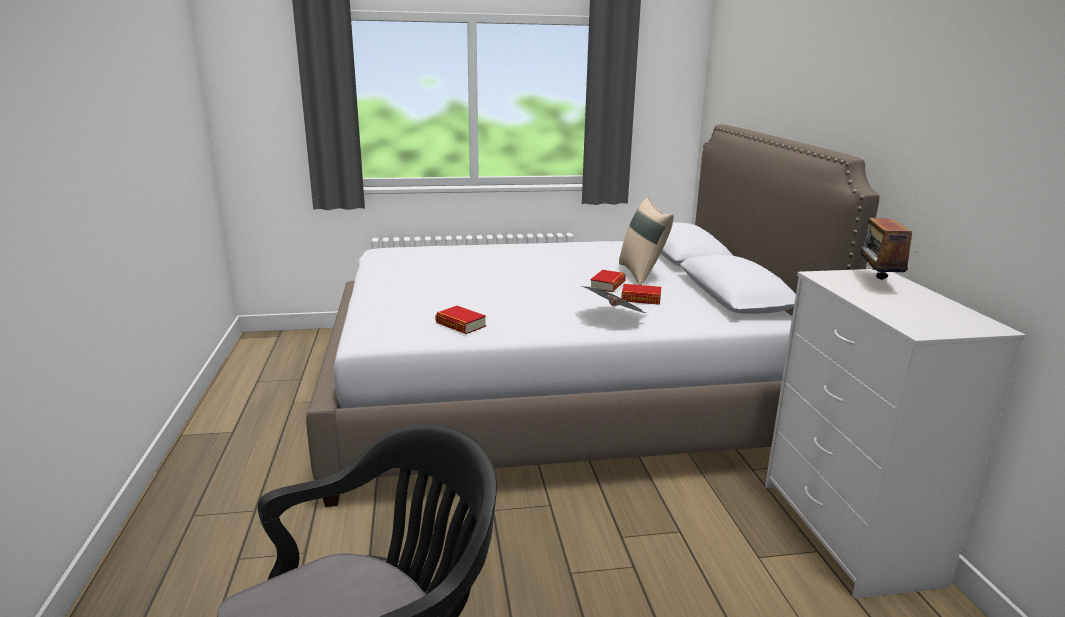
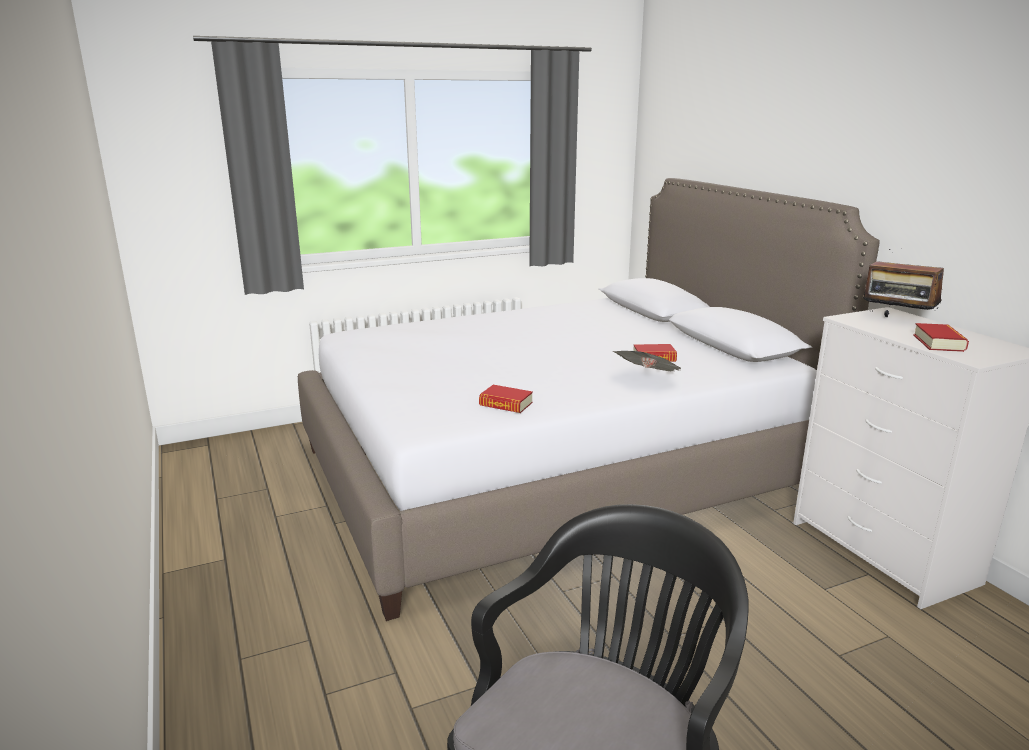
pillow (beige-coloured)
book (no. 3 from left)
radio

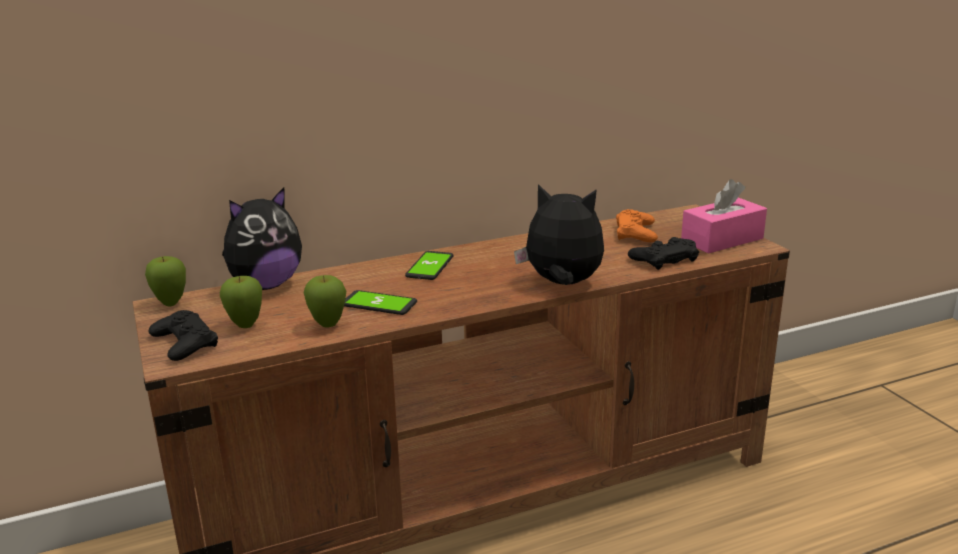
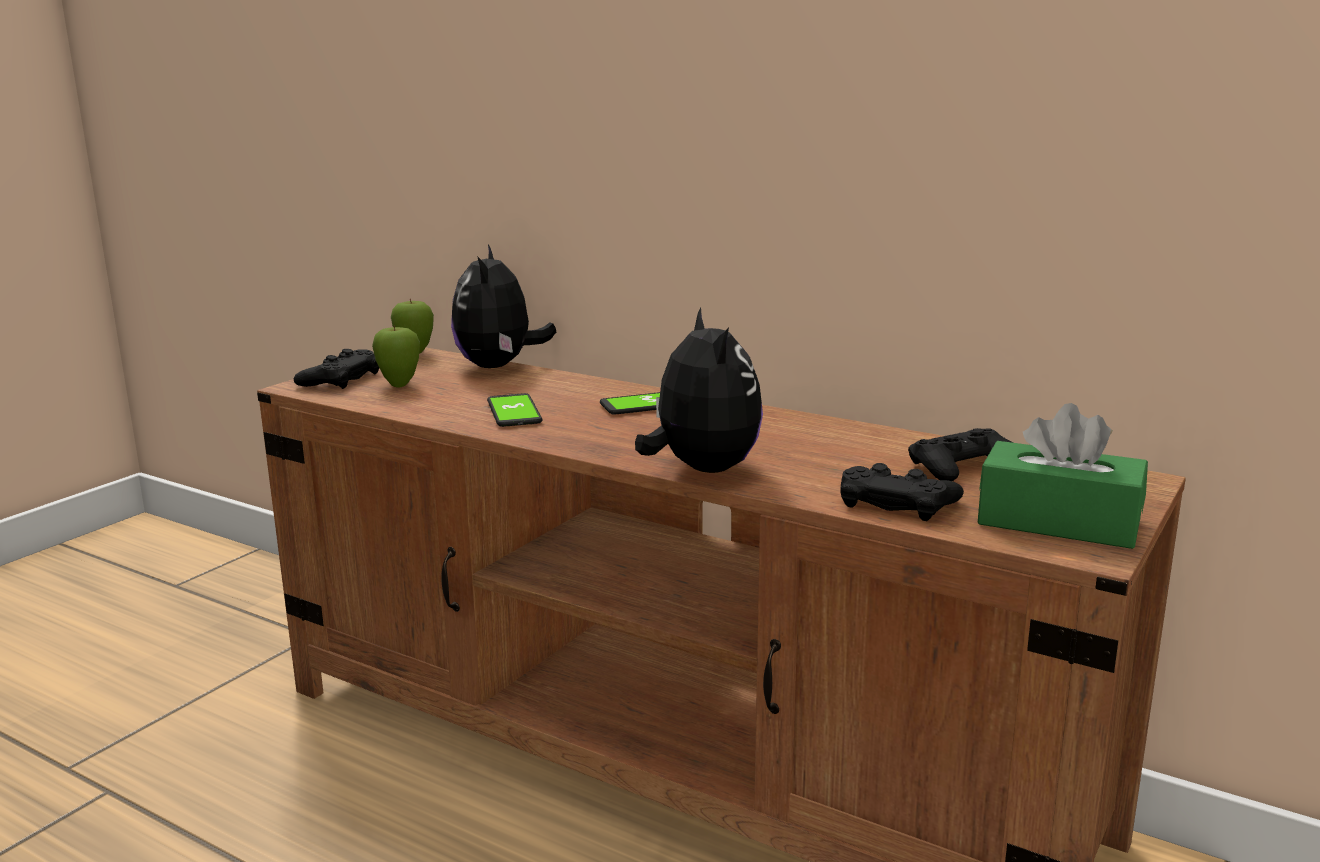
apple (no. 3 from left in the first image)
game controller (blackish) (no. 3 from left)
tissue box (green-coloured)
plush toy (no. 1 from left)

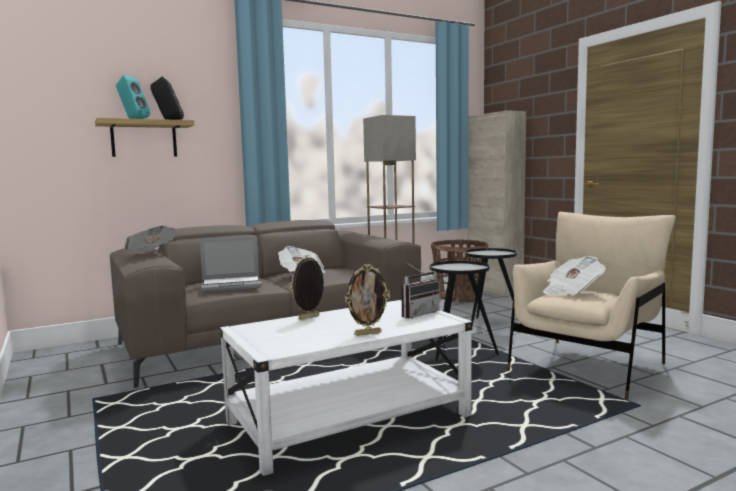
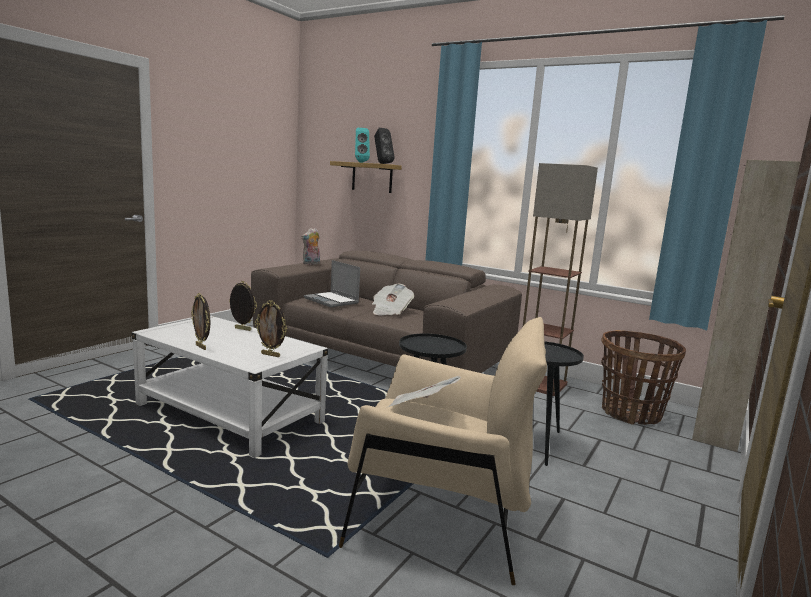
plush toy
photo frame (no. 3 from left)

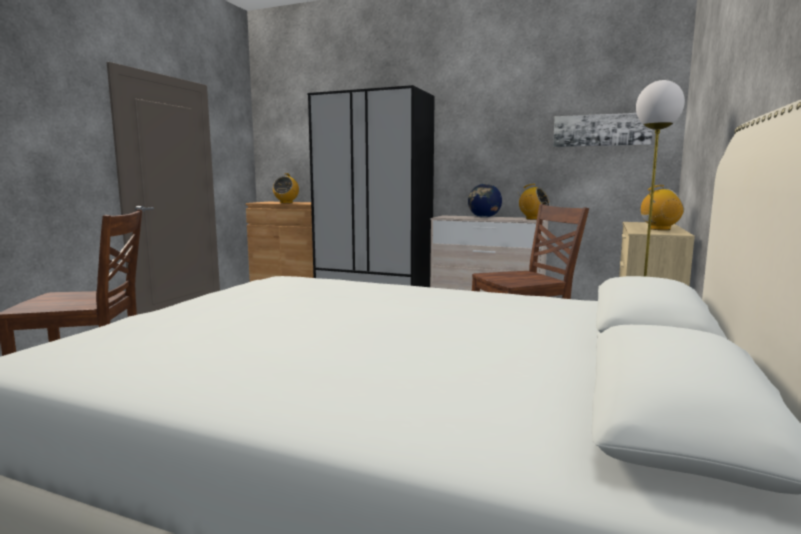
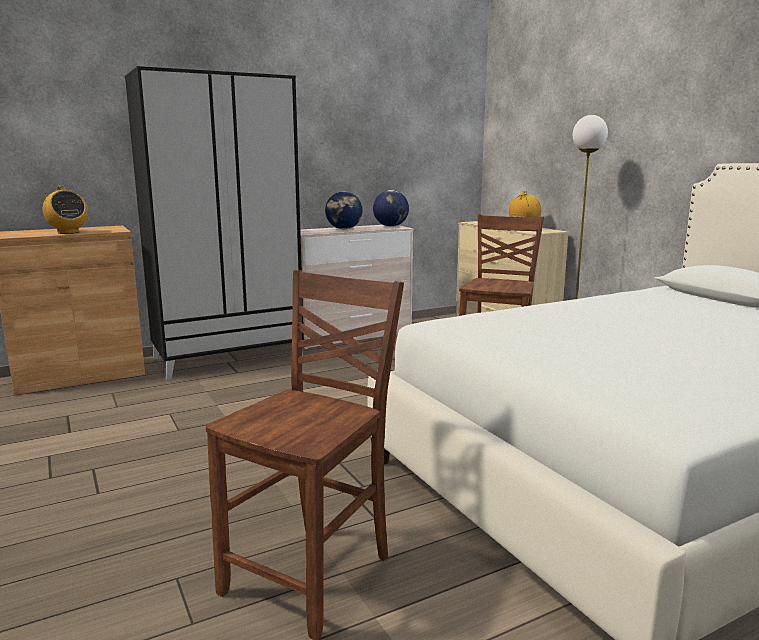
picture
desk globe (no. 2 from left)

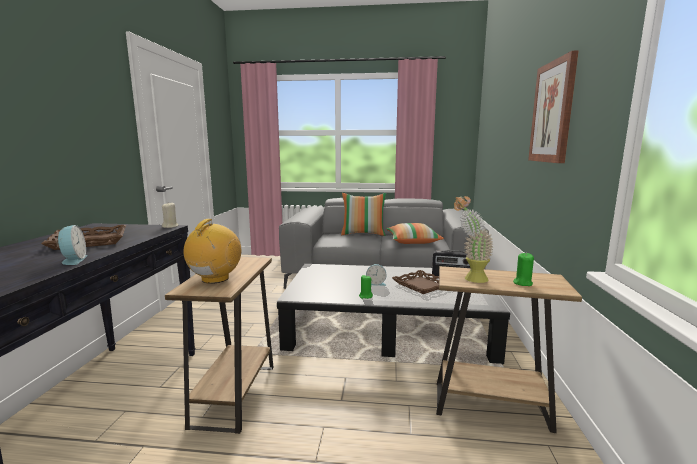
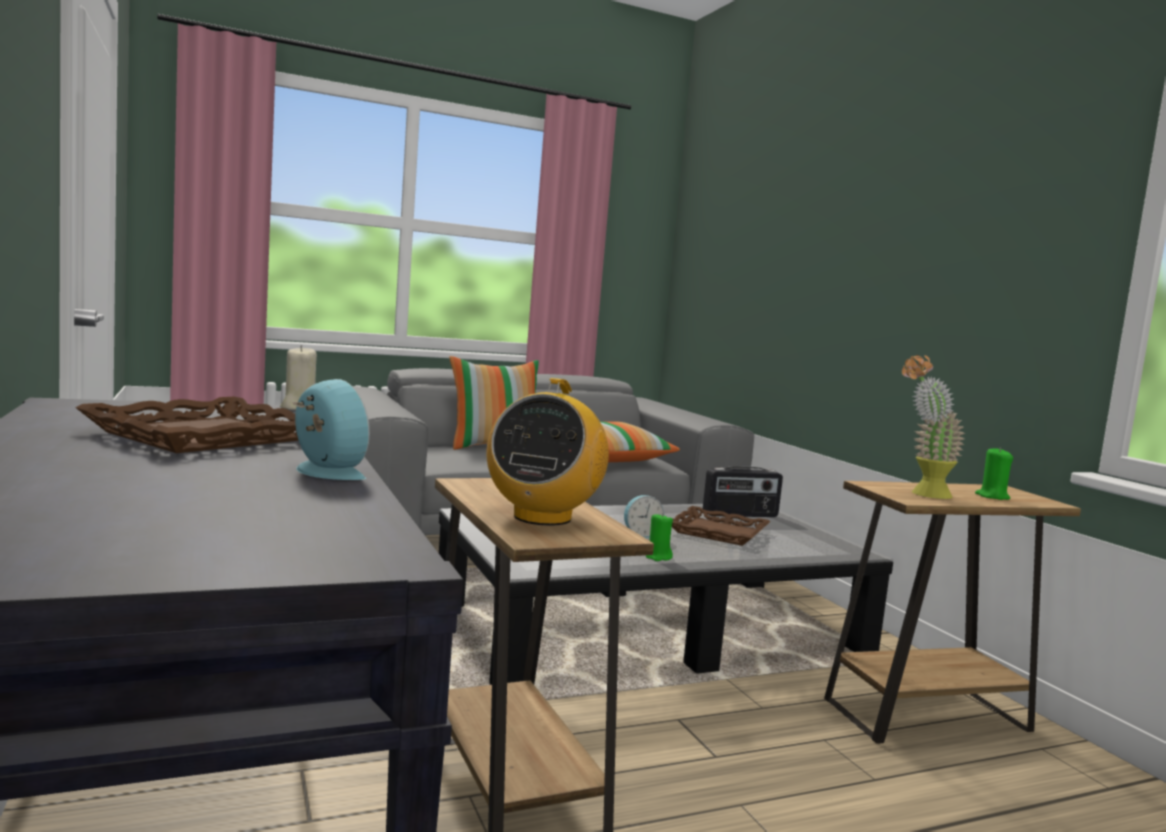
picture
radio (no. 1 from left)

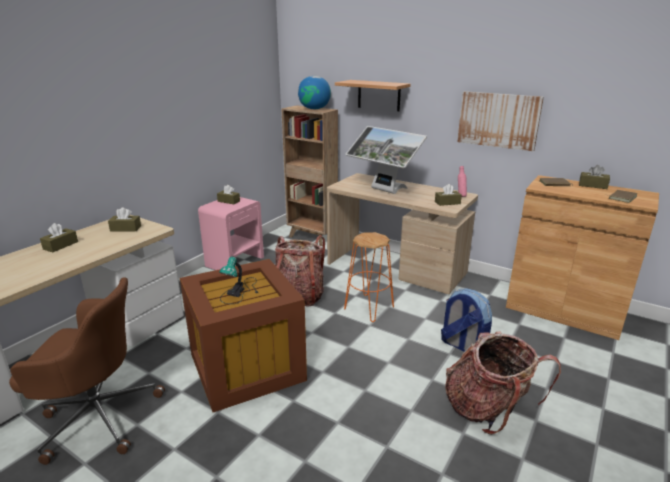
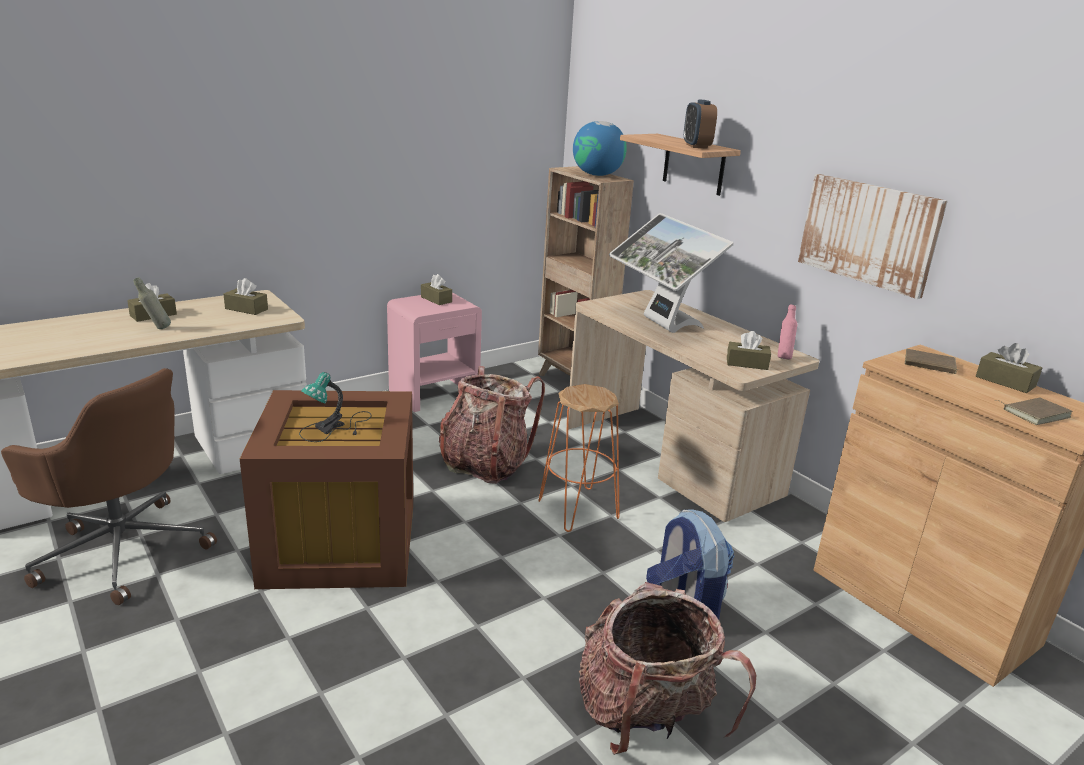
drink bottle (greyish)
table clock

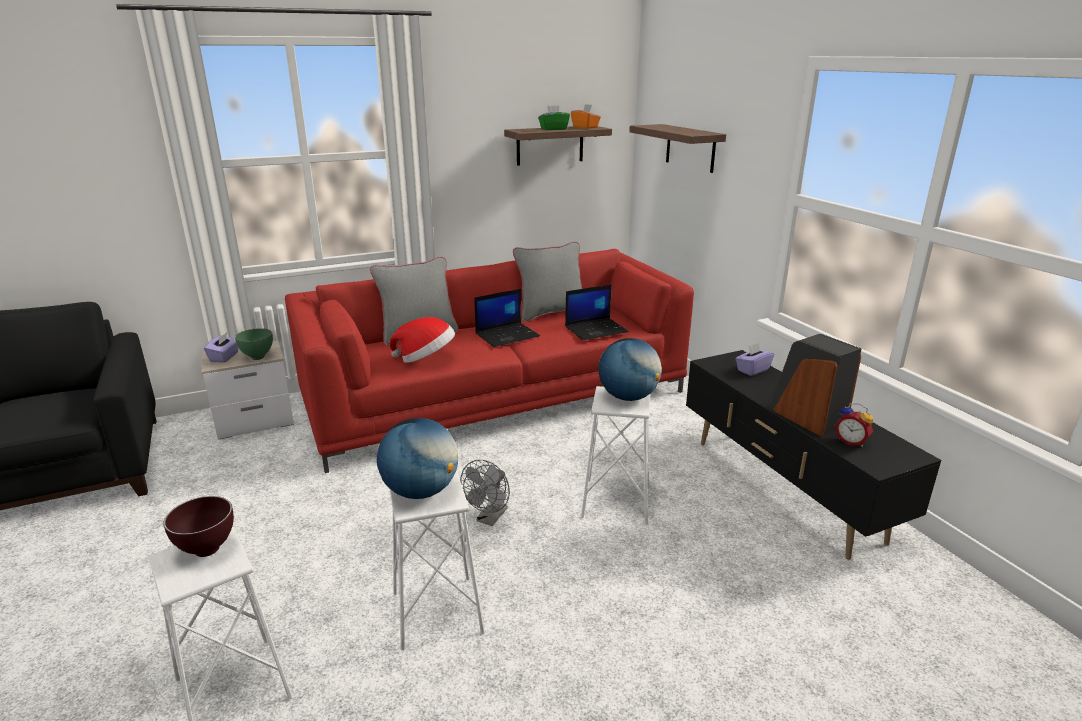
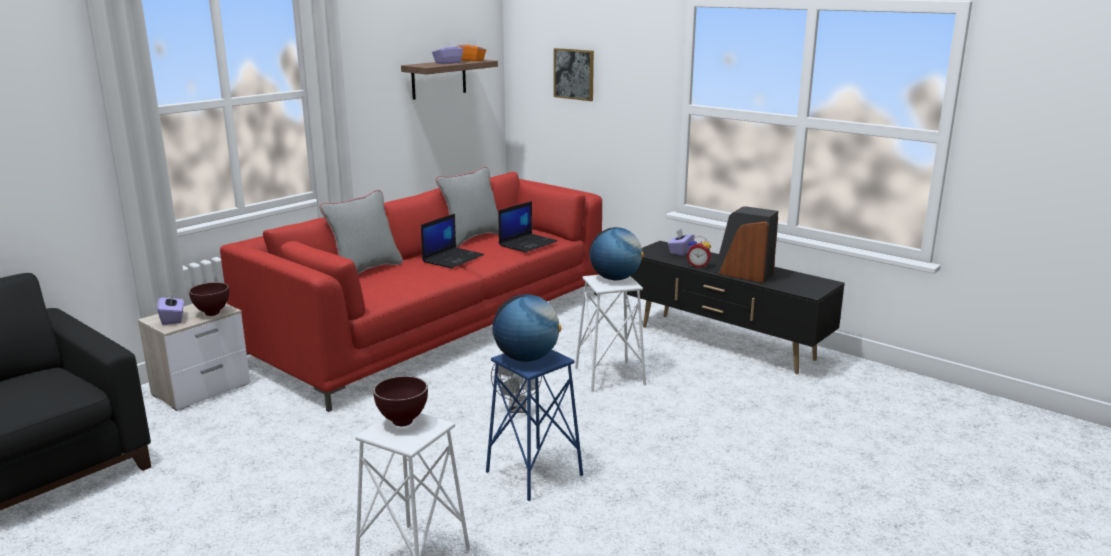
clothing hat
table clock
picture
bowl (brownish) (no. 1 from left)
sitting stool (blue)
tissue box (purple) (no. 2 from left)

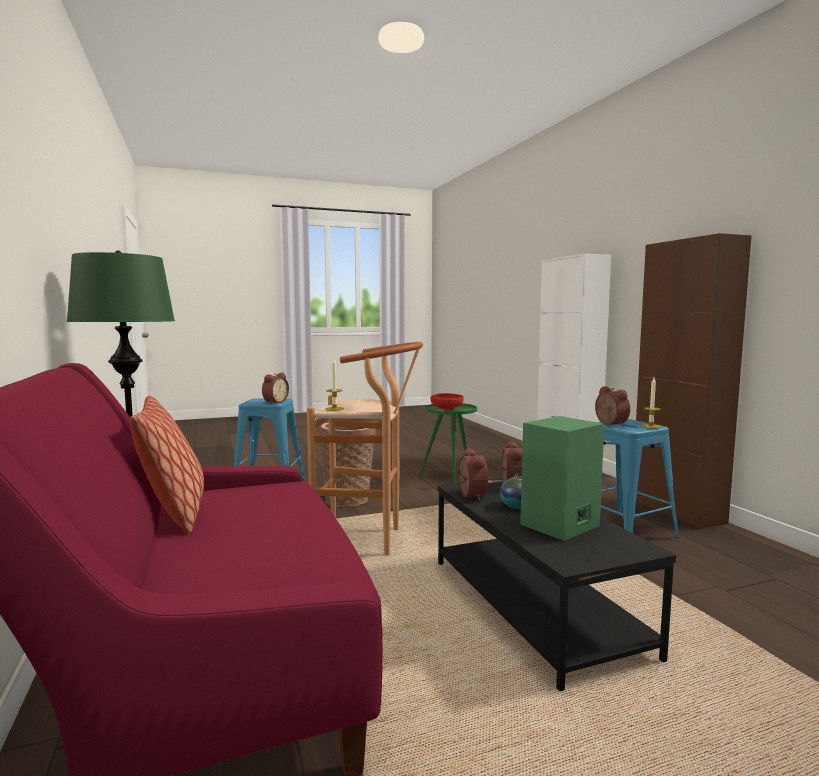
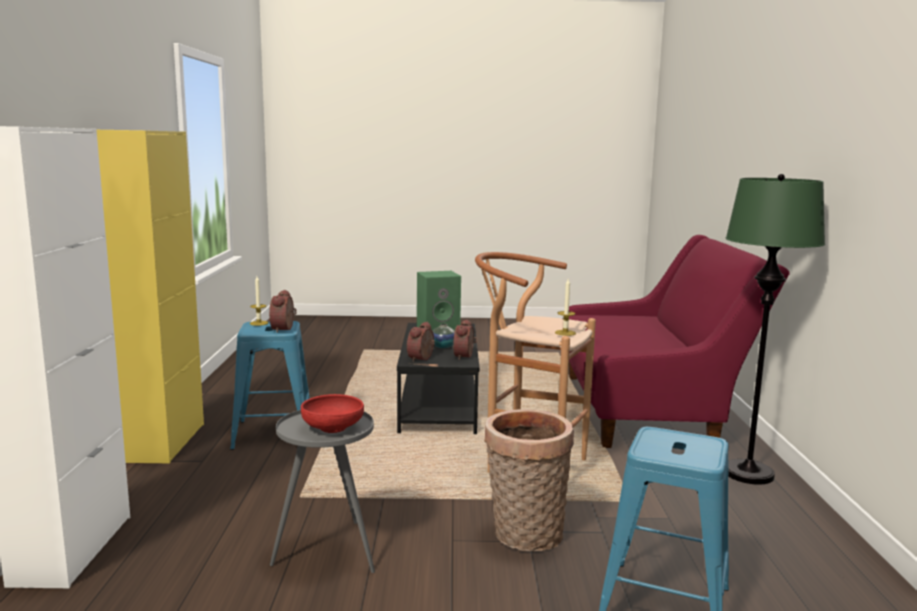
pillow
table clock (no. 1 from left in the first image)
accent table (greyish)
cabinet (yellow-coloured)

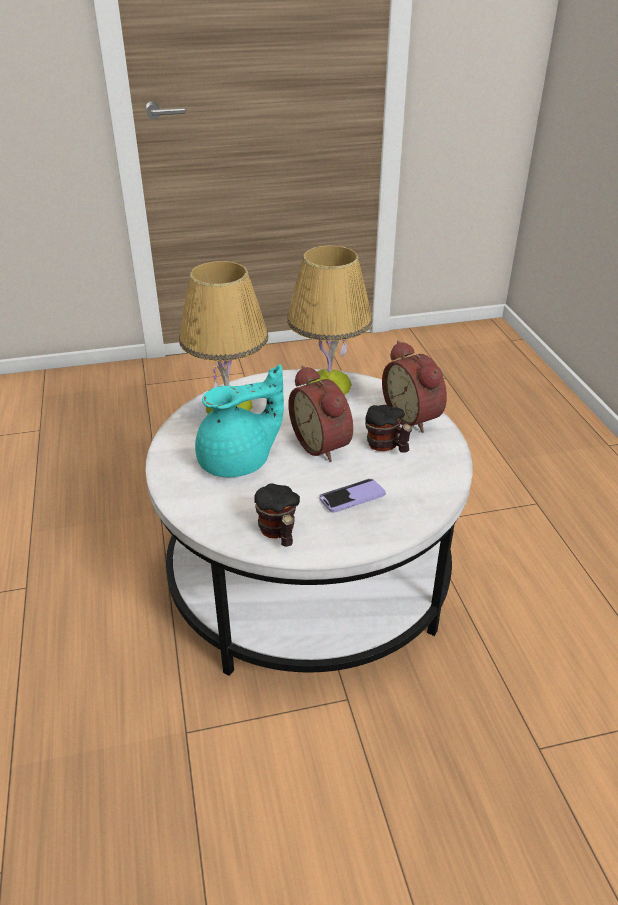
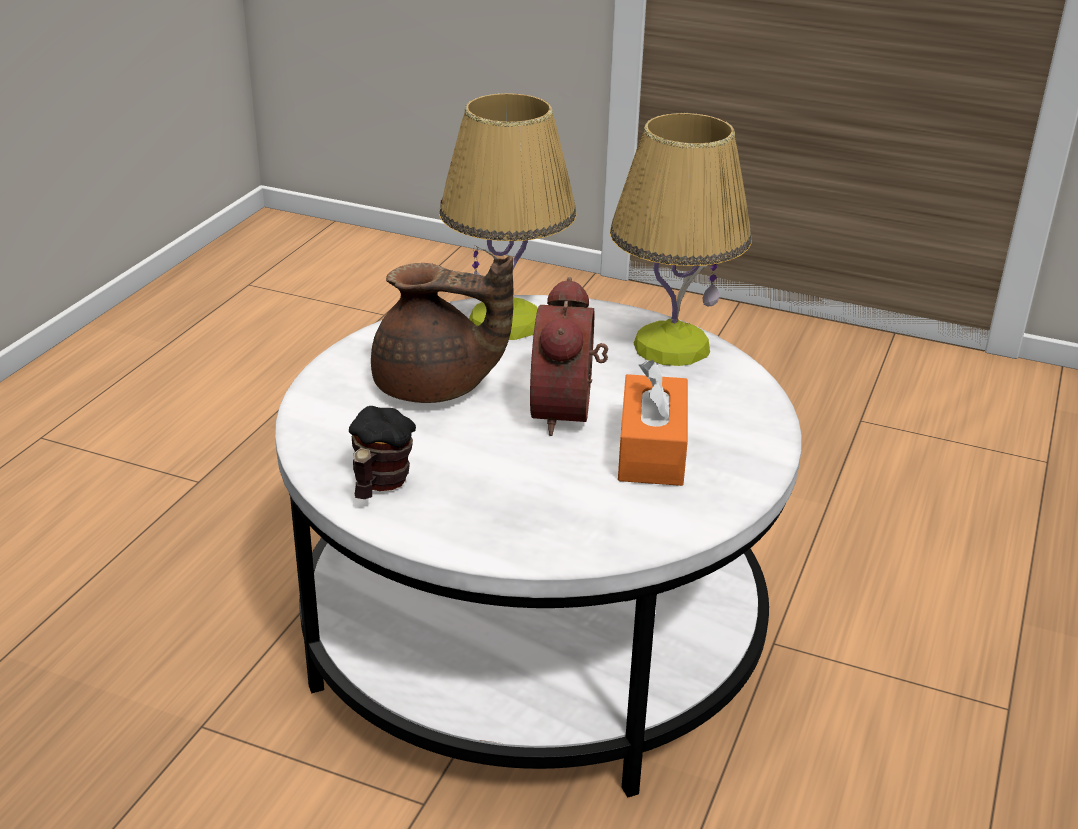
phone
table clock (no. 2 from left in the first image)
tissue box (orange-coloured)
pot for tea (brownish)

